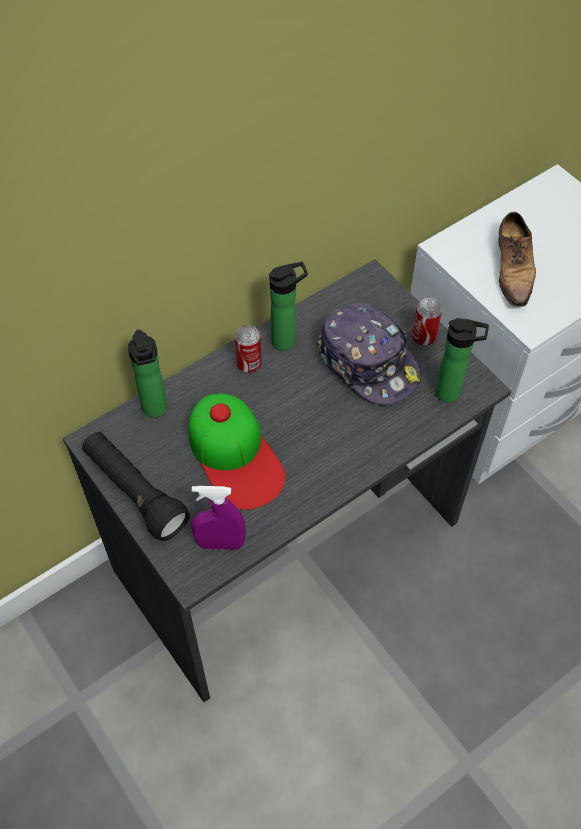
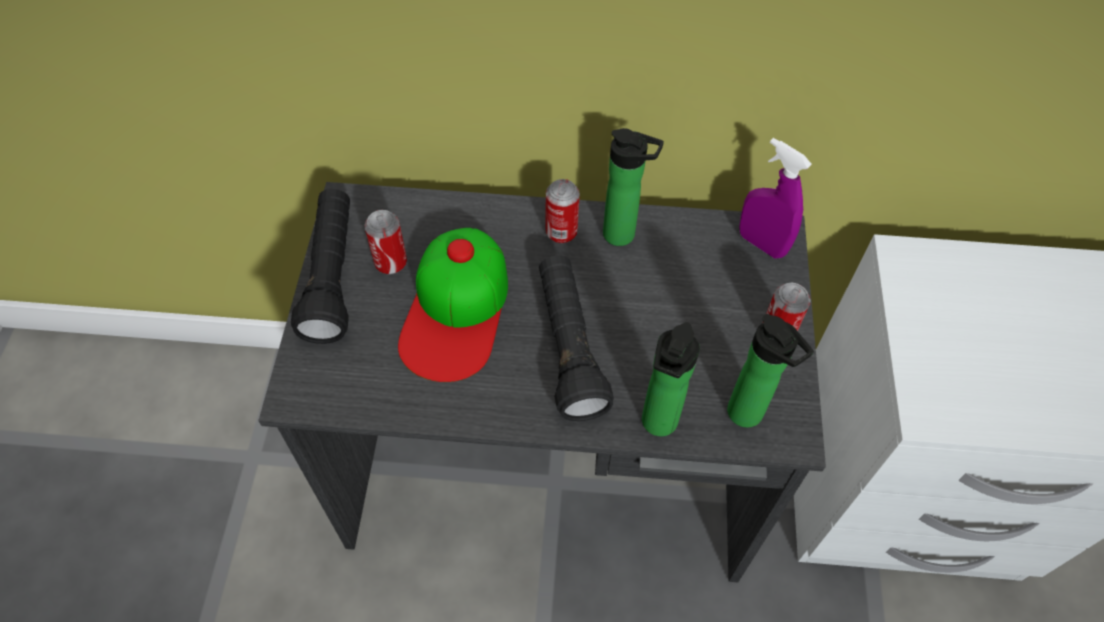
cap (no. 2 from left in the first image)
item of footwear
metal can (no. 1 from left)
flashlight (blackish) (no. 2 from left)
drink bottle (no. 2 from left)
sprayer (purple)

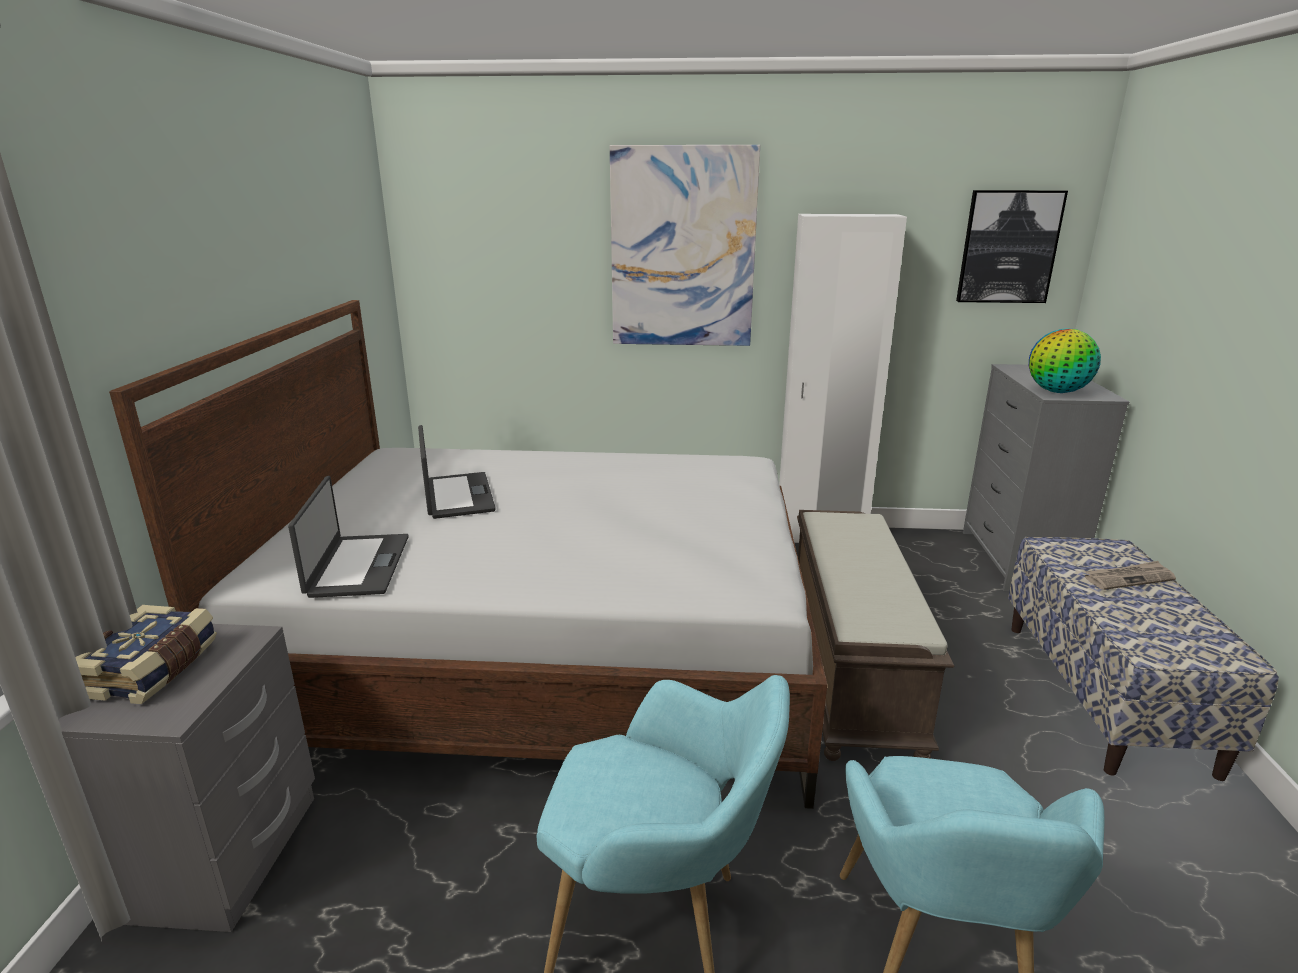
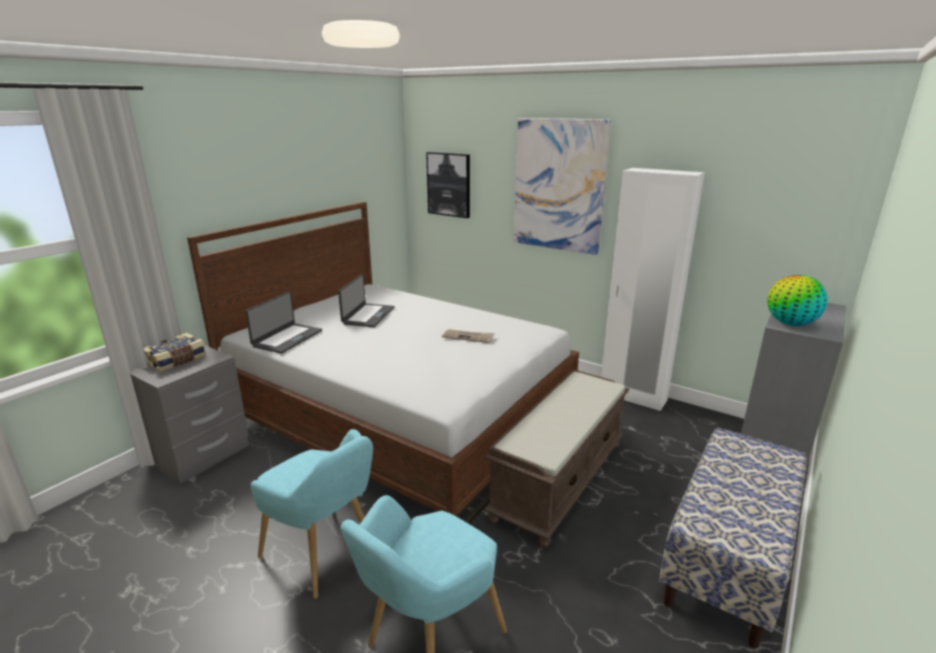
picture (no. 1 from left)
printed paper

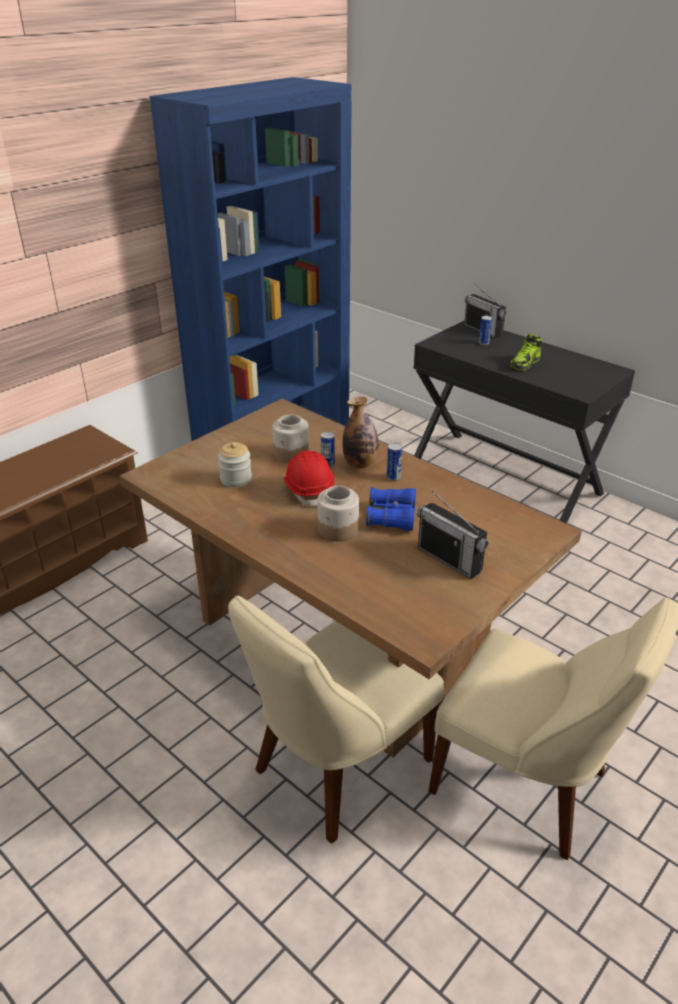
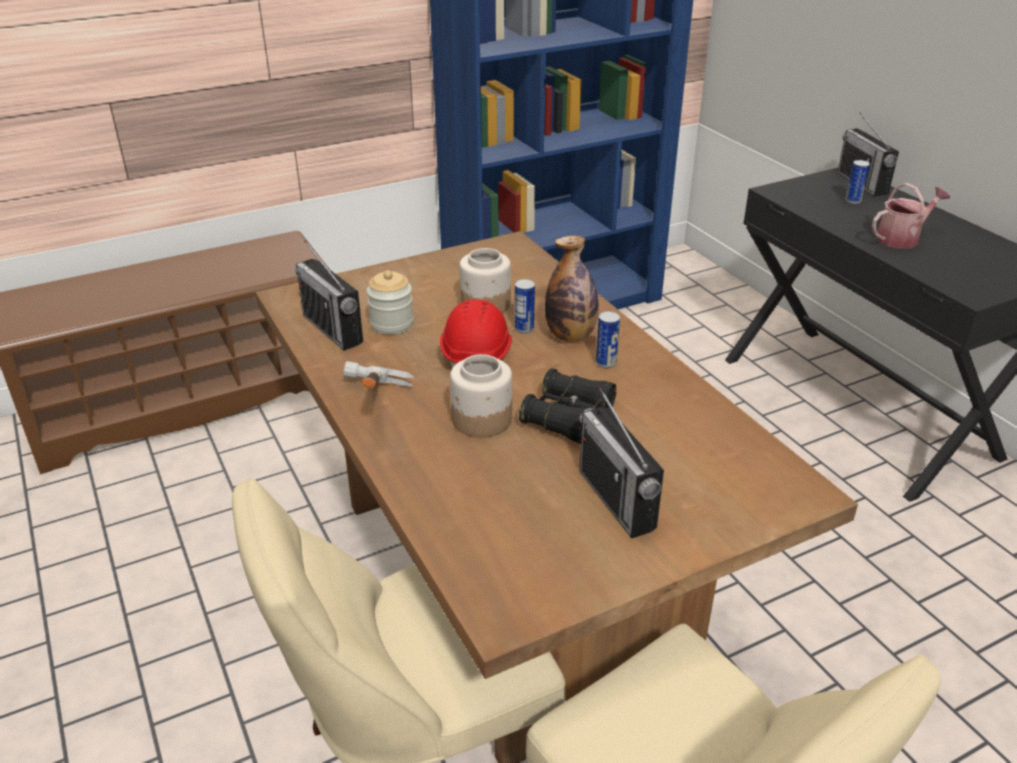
radio (no. 1 from left)
hammer
watering can
field glasses (blackish)

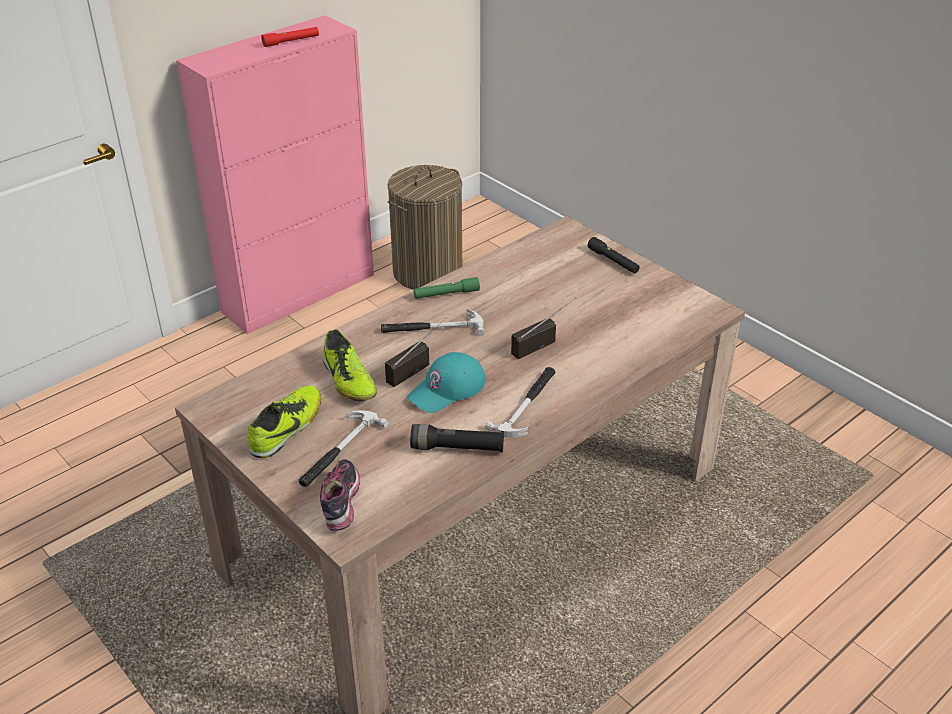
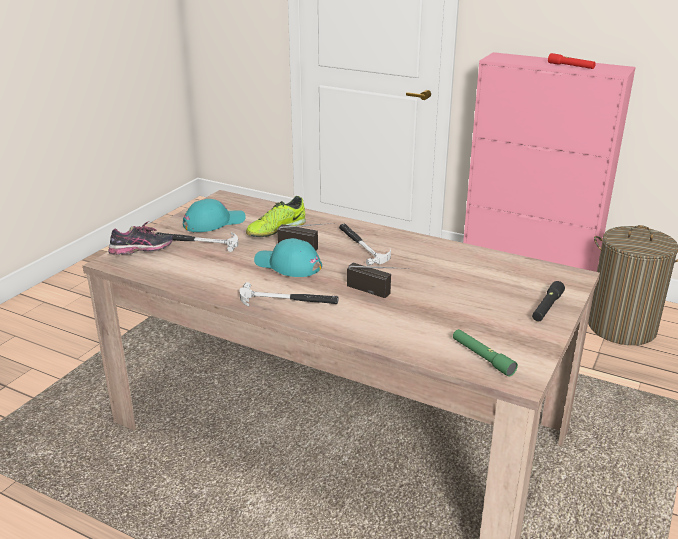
flashlight (blackish) (no. 1 from left in the first image)
flashlight (green-coloured)
cap (turquoise-coloured) (no. 1 from left)

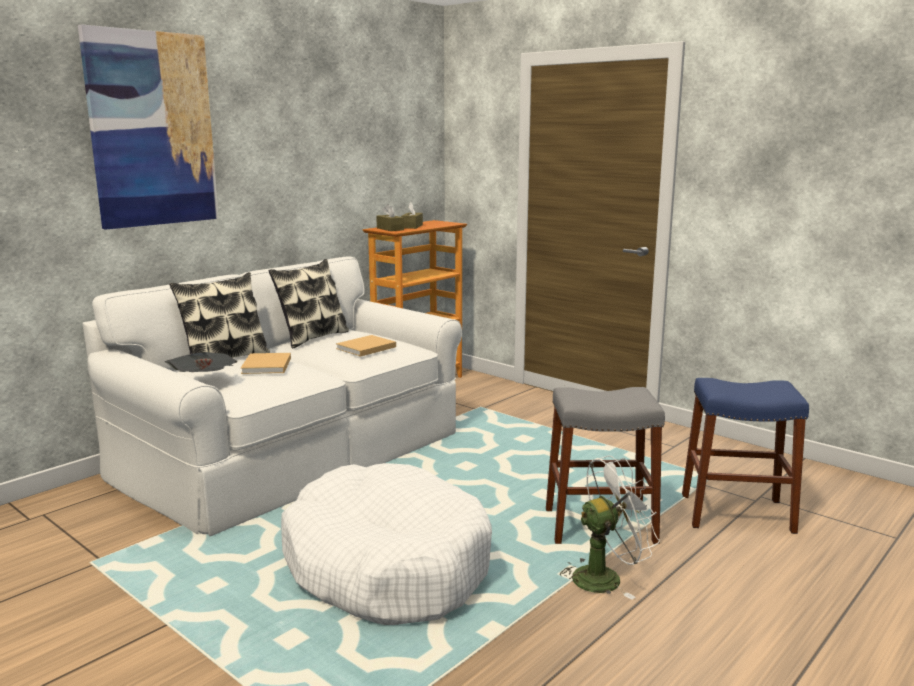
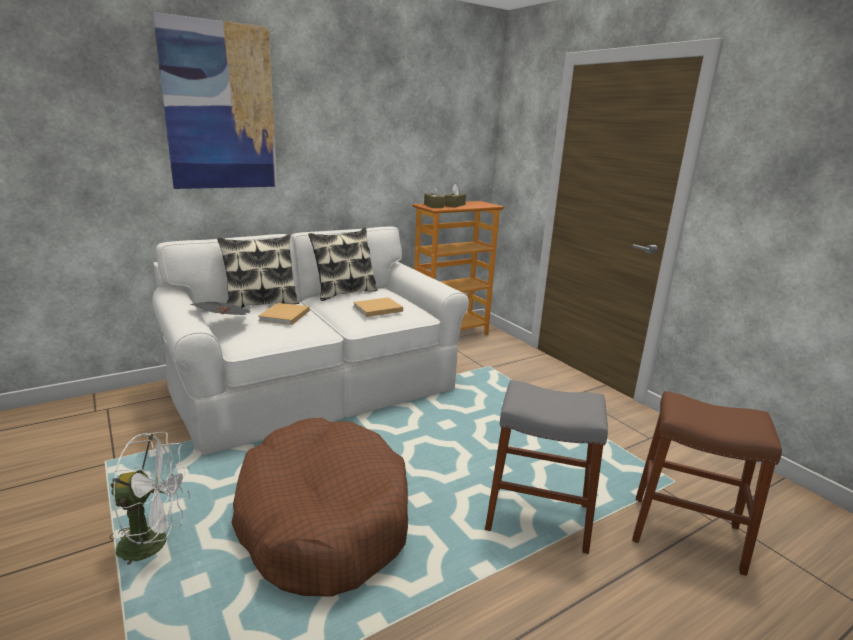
cooling fan (white)
pet bed (brownish)
sitting stool (brownish)

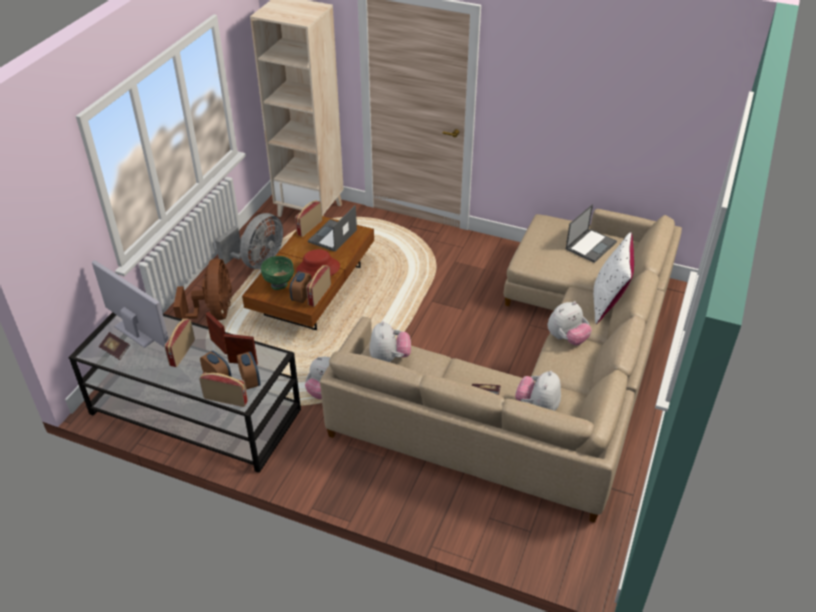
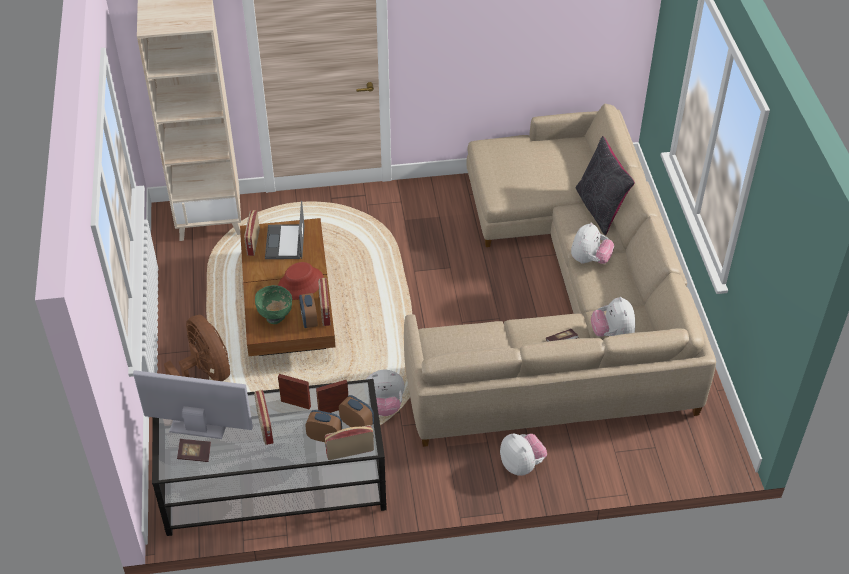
cooling fan (greyish)
notebook computer (no. 2 from left in the first image)
plush toy (no. 2 from left)
pillow (blackish)

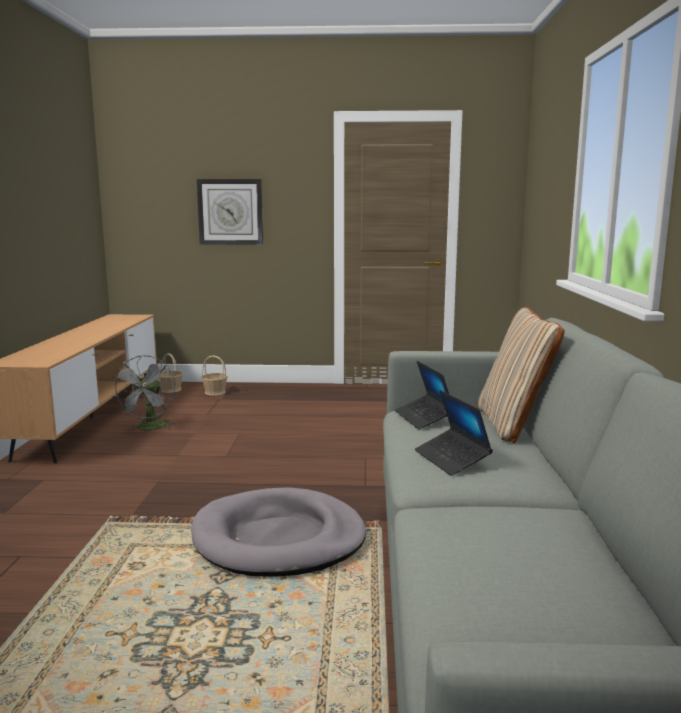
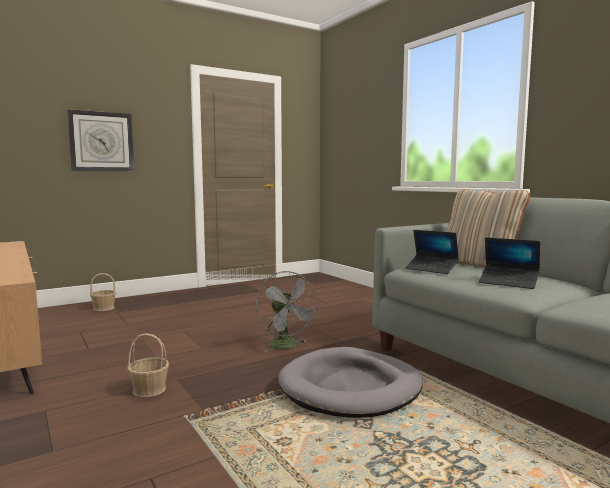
cooling fan (greyish)
storage basket (no. 2 from left)

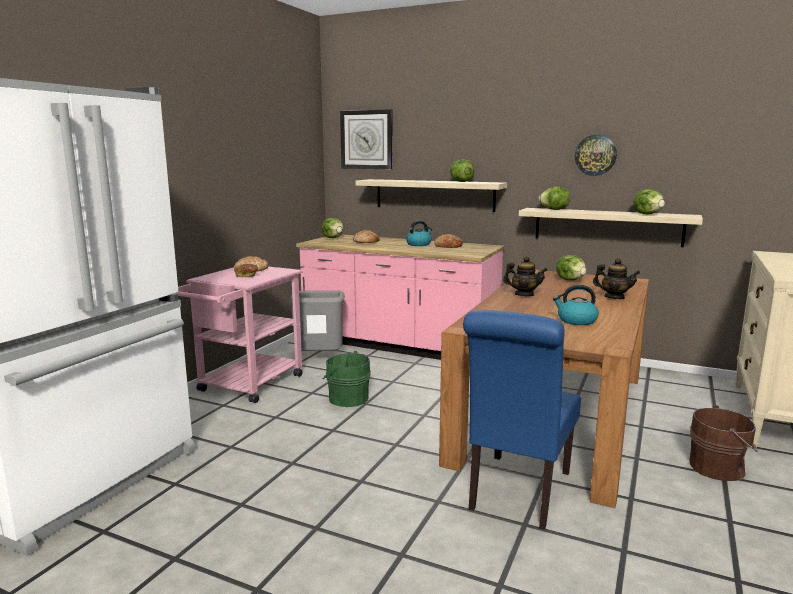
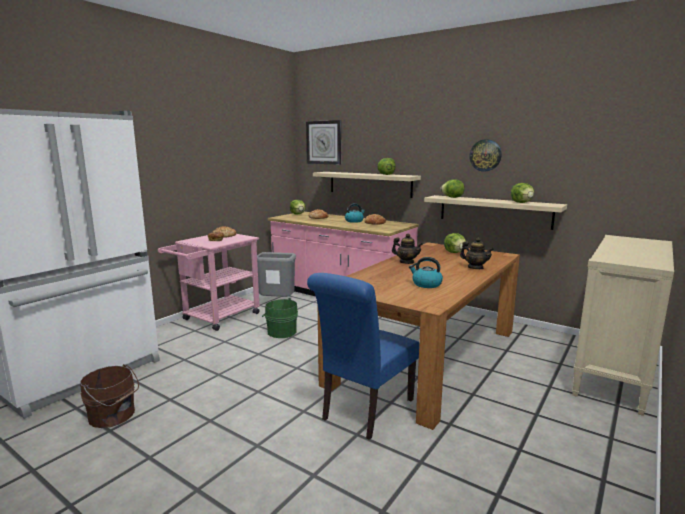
bucket (brownish)

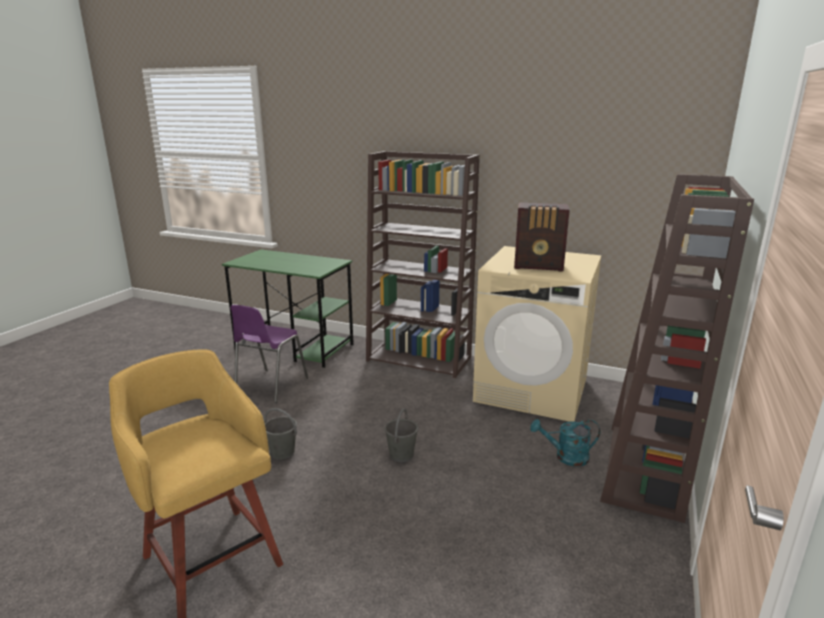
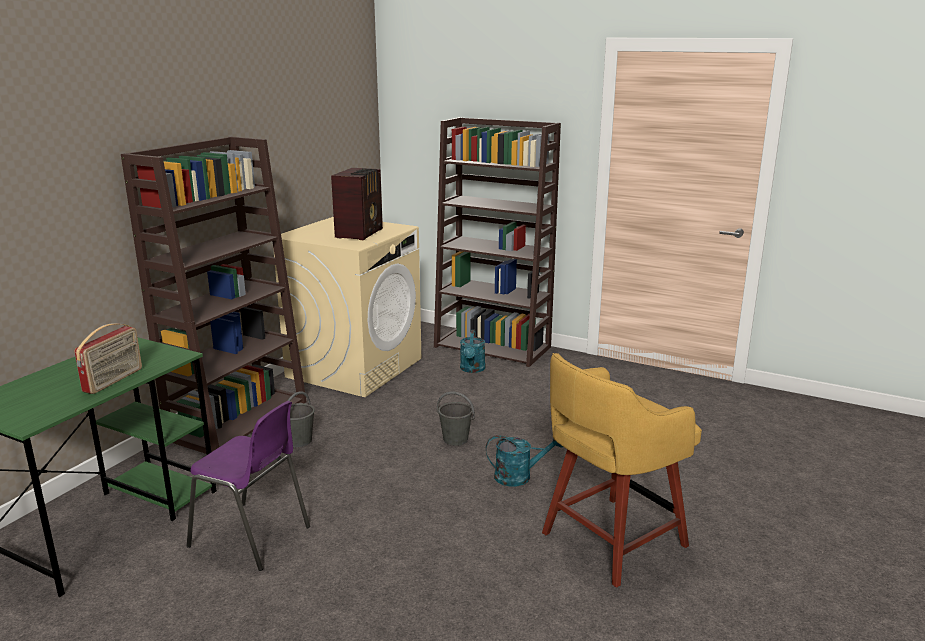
radio (no. 1 from left)
watering can (turquoise-coloured) (no. 2 from left)
bucket (greyish) (no. 1 from left)

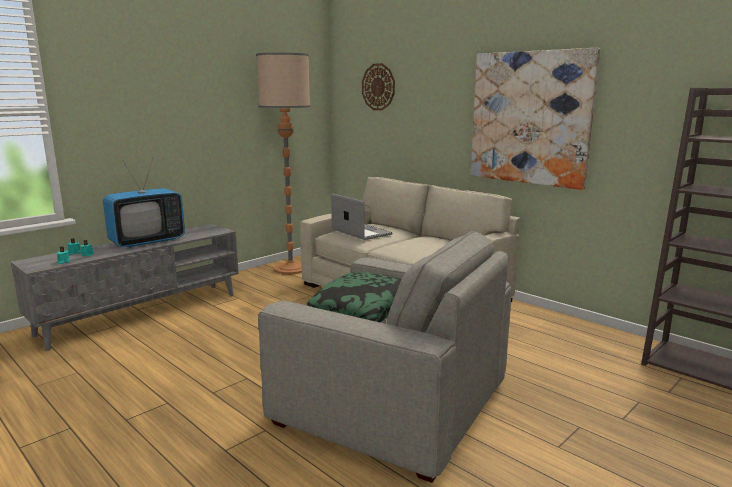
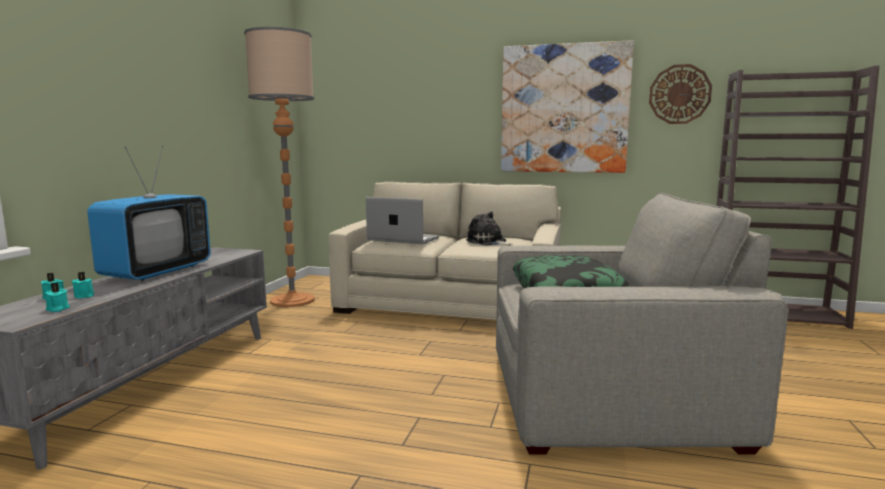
plush toy
clock on the wall

